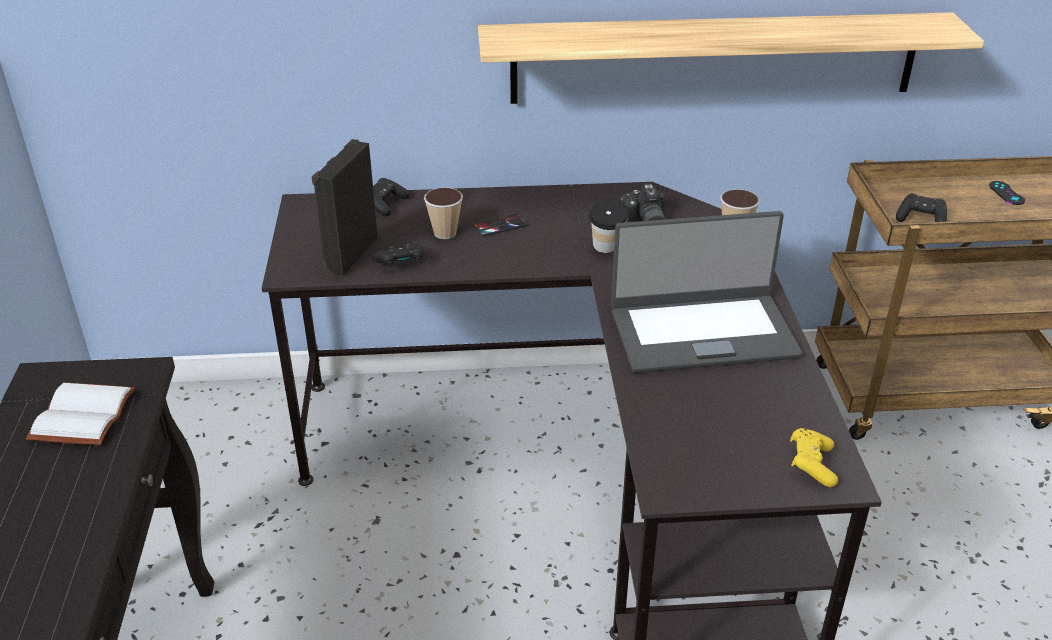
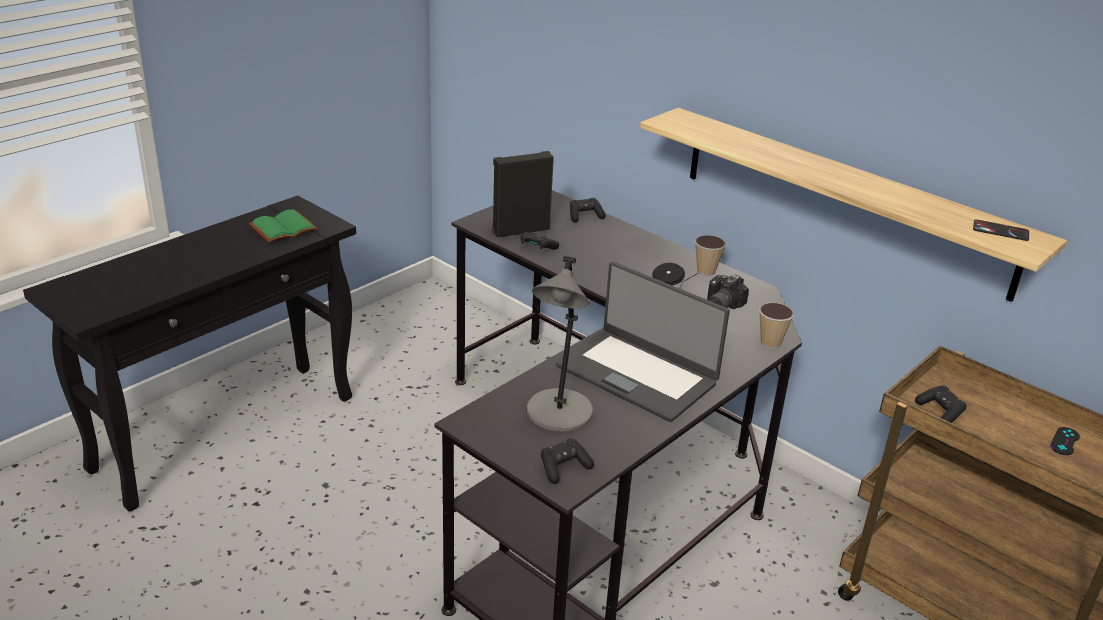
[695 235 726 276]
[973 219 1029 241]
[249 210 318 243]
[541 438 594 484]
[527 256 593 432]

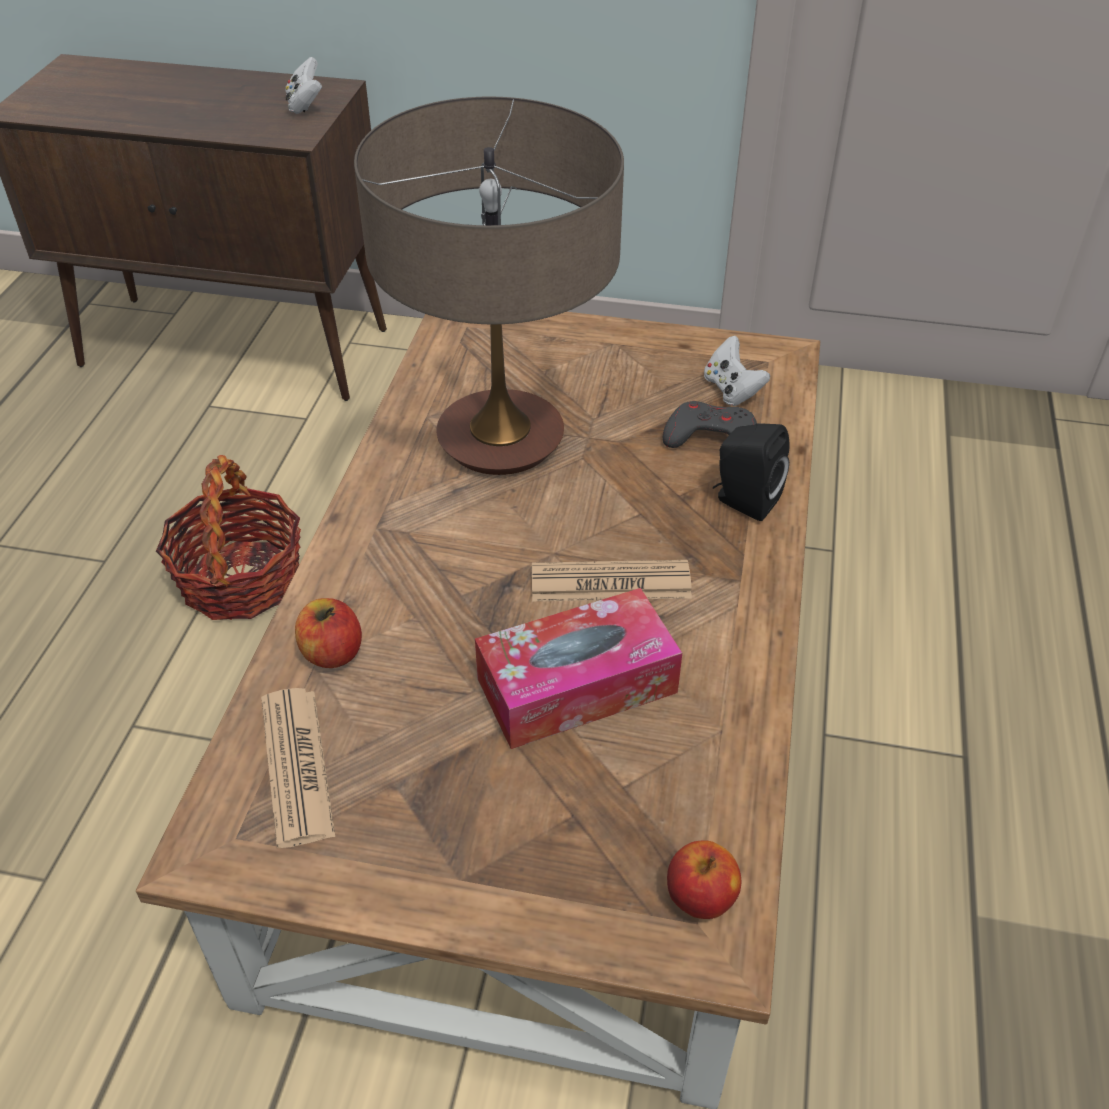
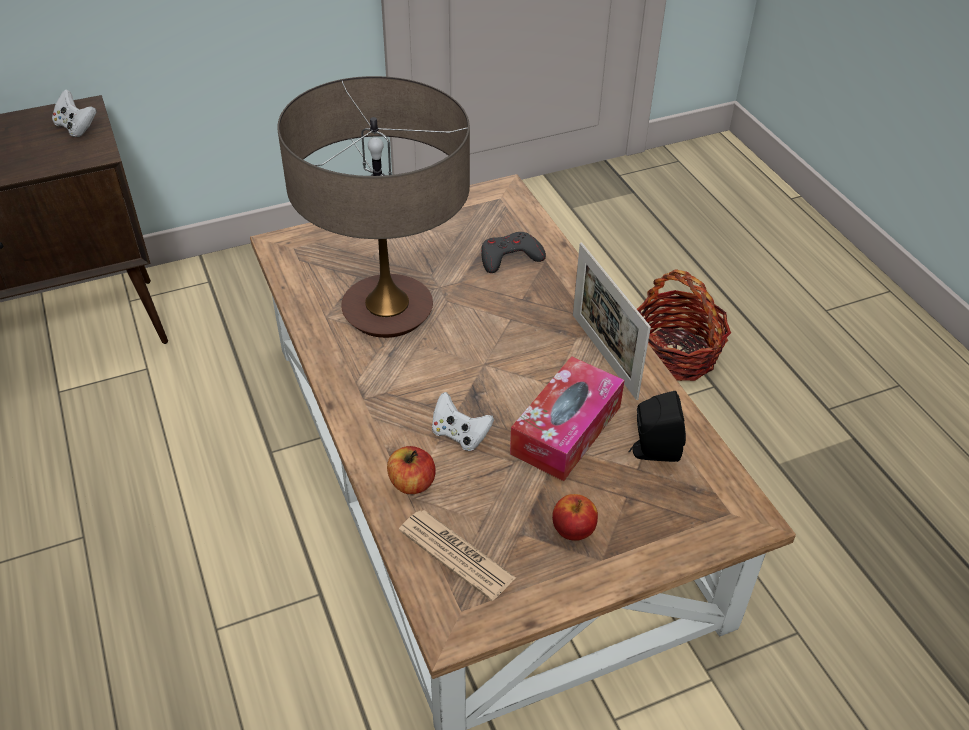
[432 392 494 451]
[628 391 686 462]
[637 269 731 381]
[532 560 692 601] (first image)
[552 494 598 541]
[573 242 651 400]

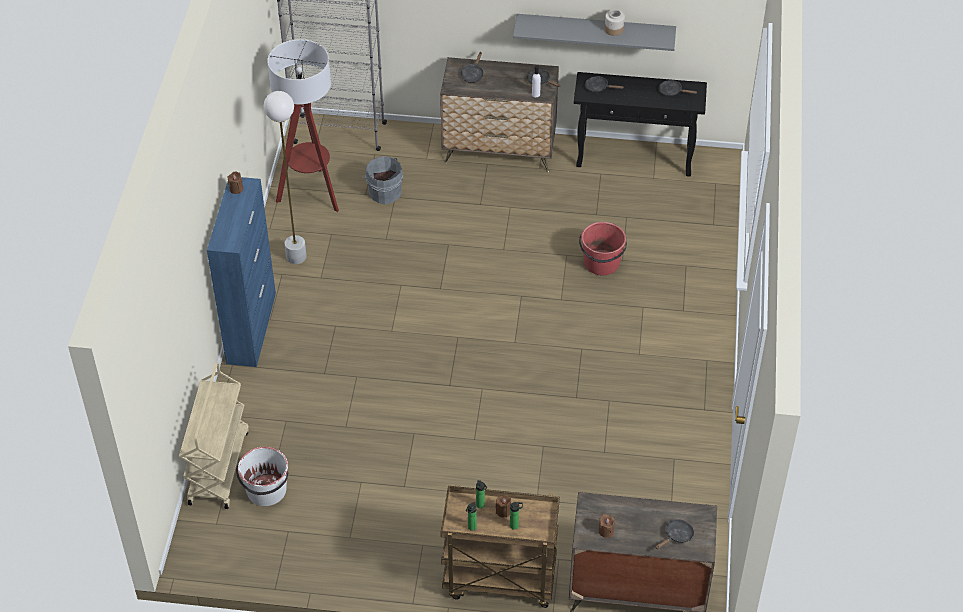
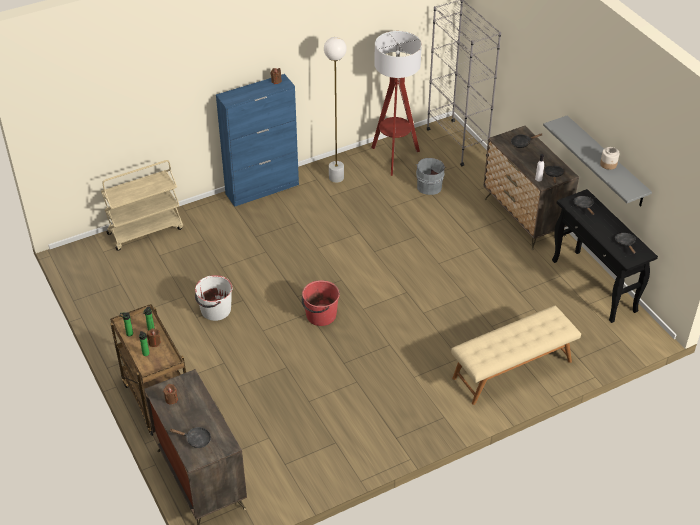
[302 280 340 326]
[195 275 232 321]
[451 306 581 405]

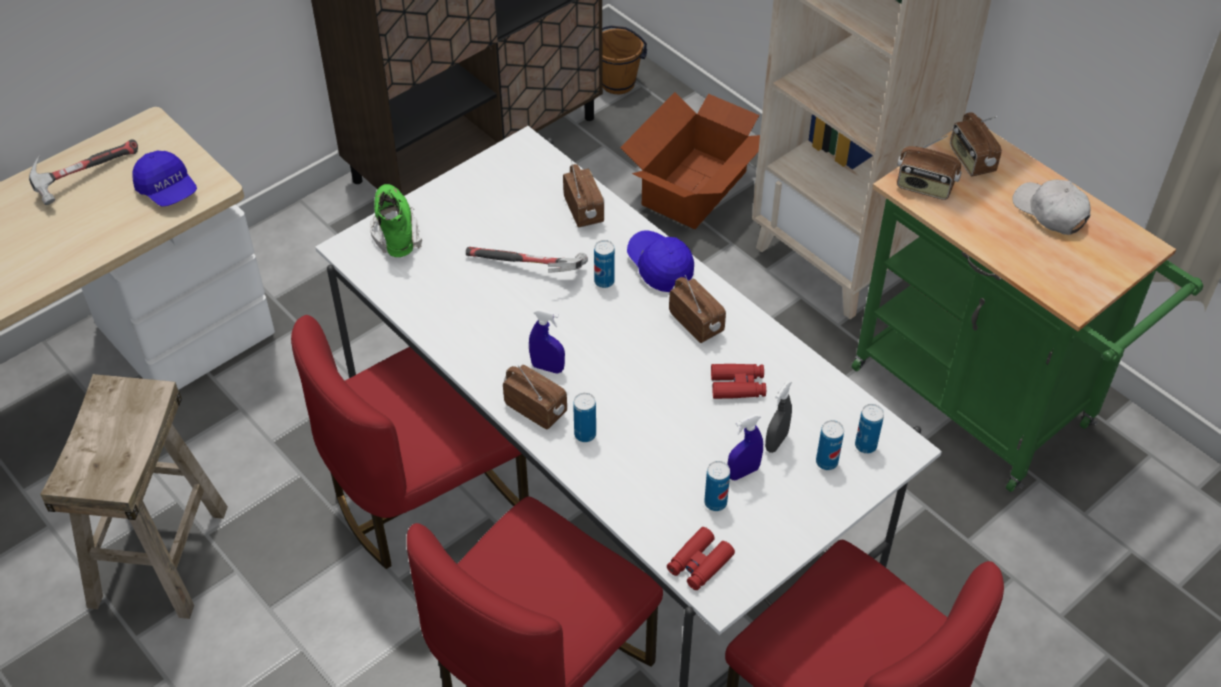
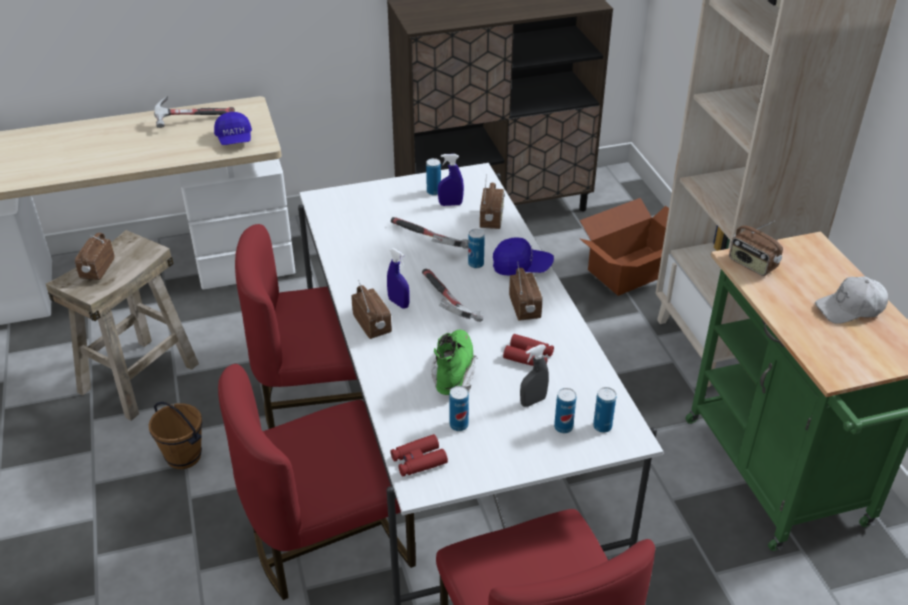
[149 402 202 469]
[75 233 115 280]
[815 276 888 324]
[432 329 477 395]
[493 237 554 275]
[426 158 441 195]
[438 154 464 206]
[422 269 484 322]

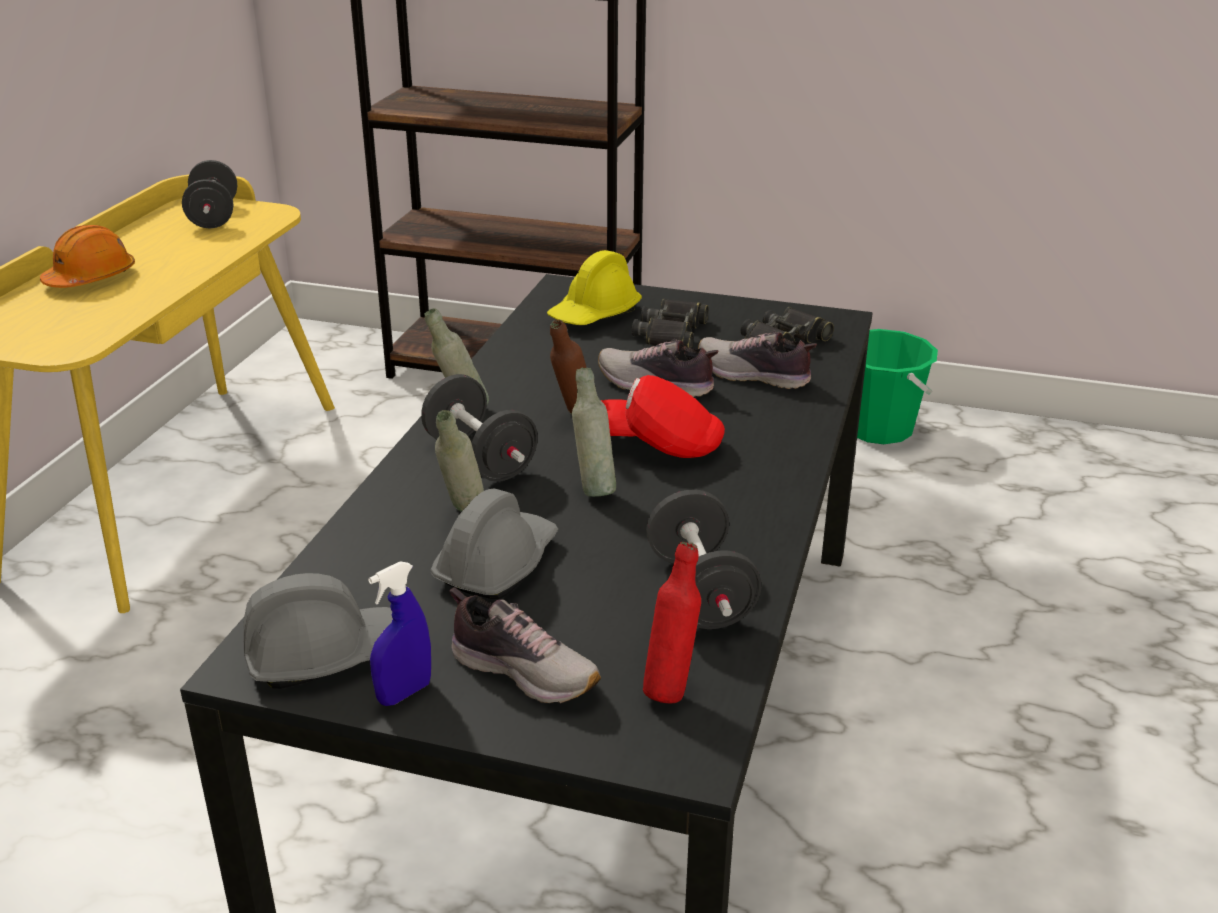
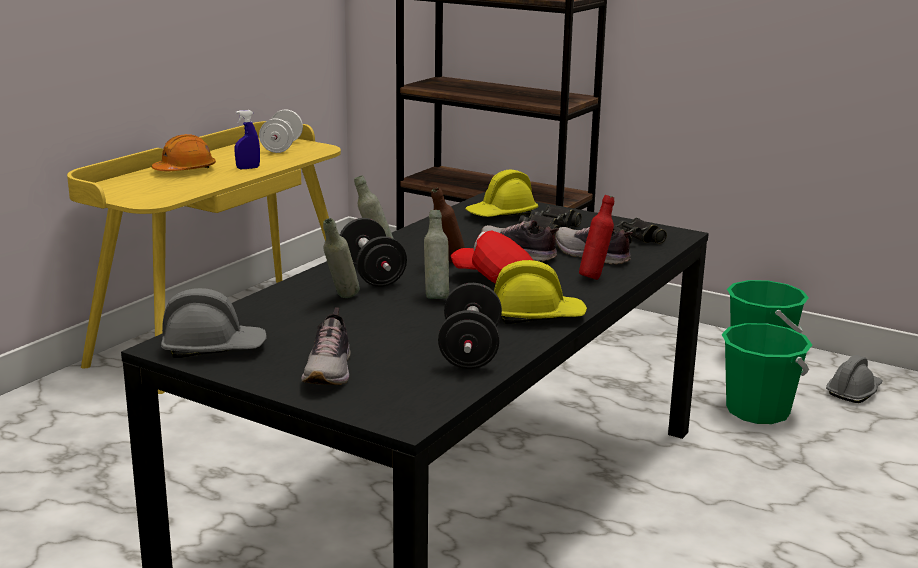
[259 109 303 153]
[826 355 883 403]
[579 195 614 280]
[235 110 260 169]
[301 308 350 385]
[494 260 587 324]
[721 323 812 424]

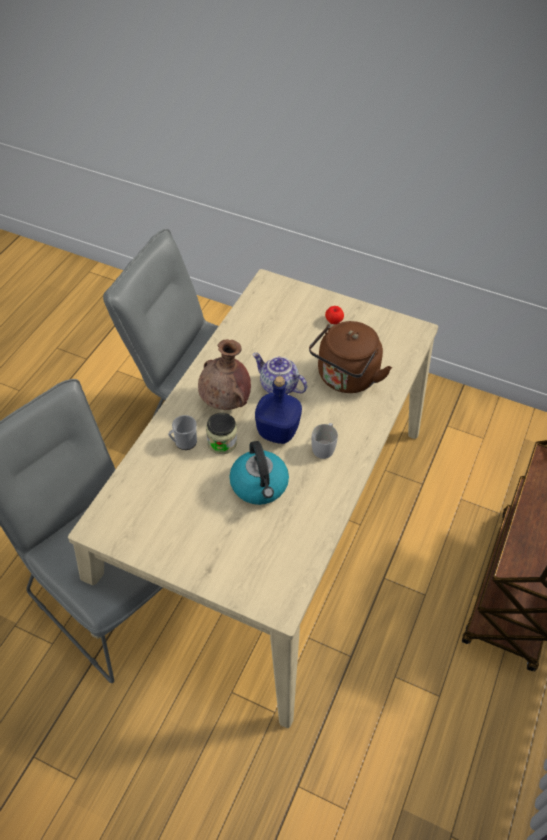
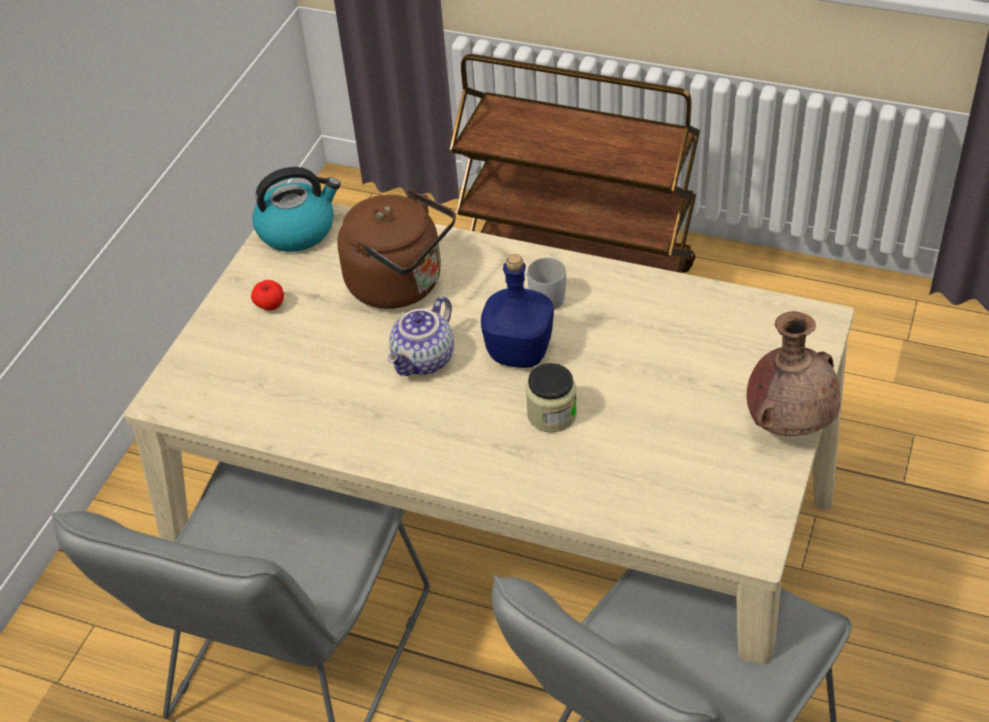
[747 311 841 436]
[168 415 197 450] (first image)
[252 167 341 252]

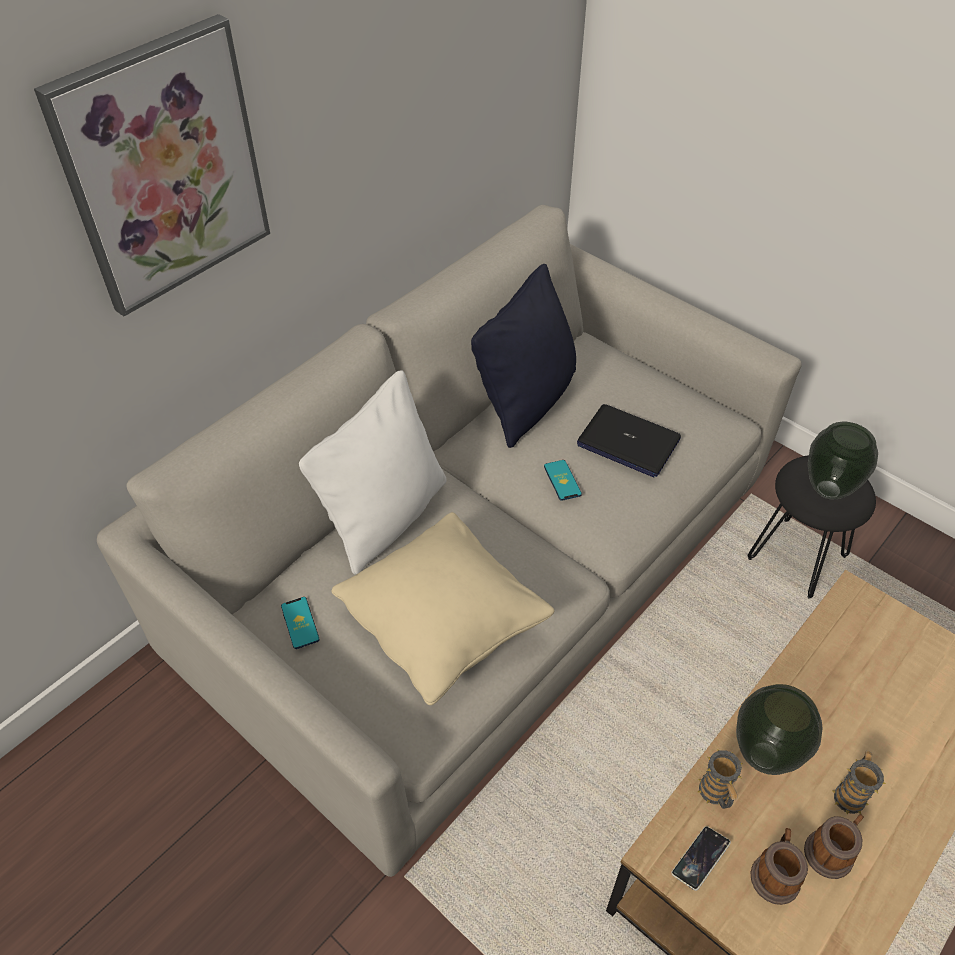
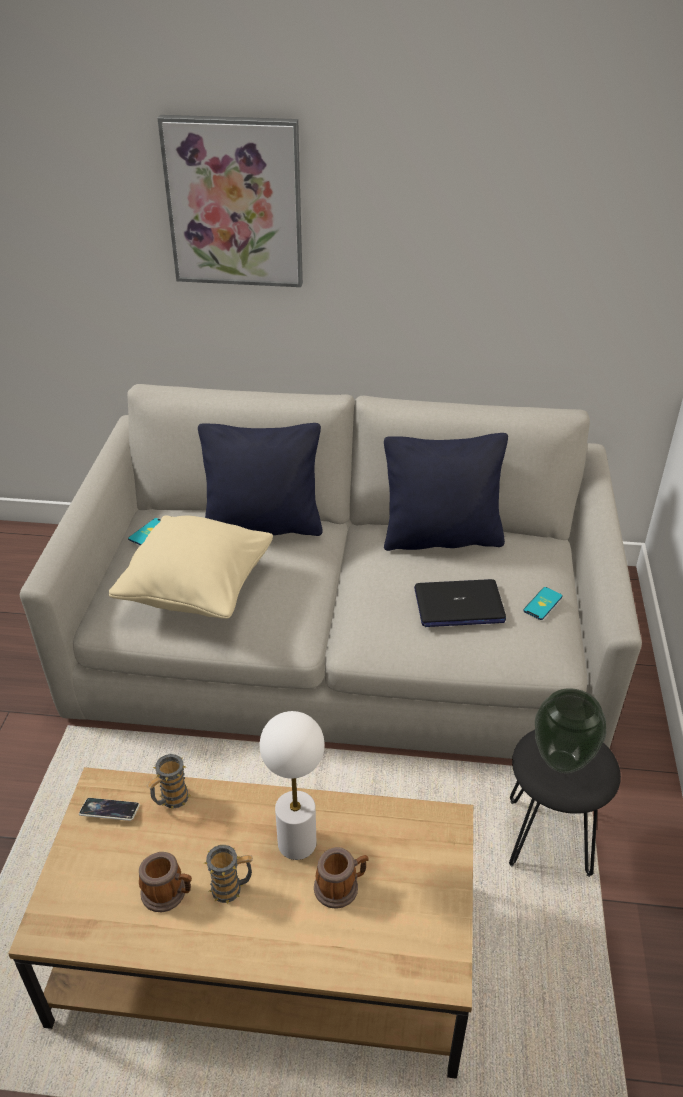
[198 423 323 536]
[414 579 506 627]
[523 587 563 620]
[736 684 823 775] (first image)
[314 847 369 909]
[260 711 325 860]

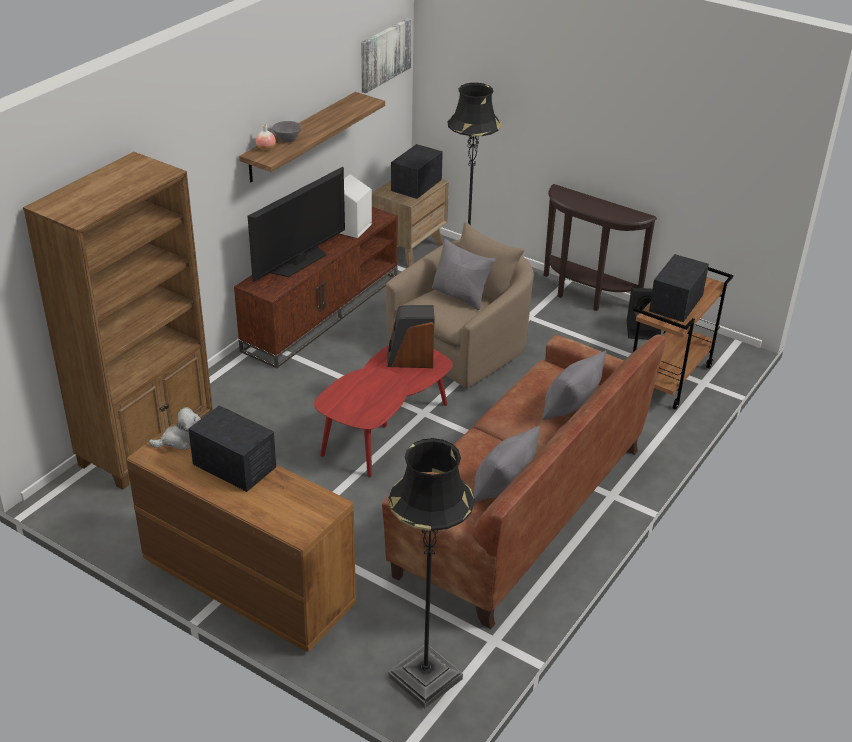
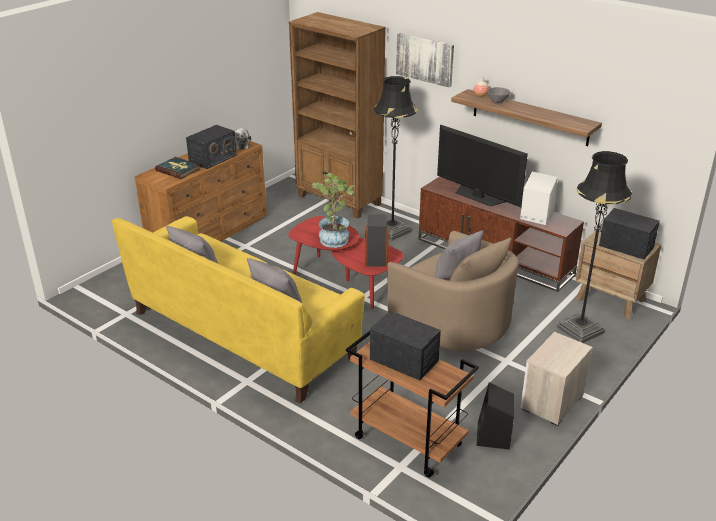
[396 33 454 87]
[521 332 593 426]
[112 216 365 404]
[374 76 418 241]
[155 157 200 179]
[312 173 356 248]

